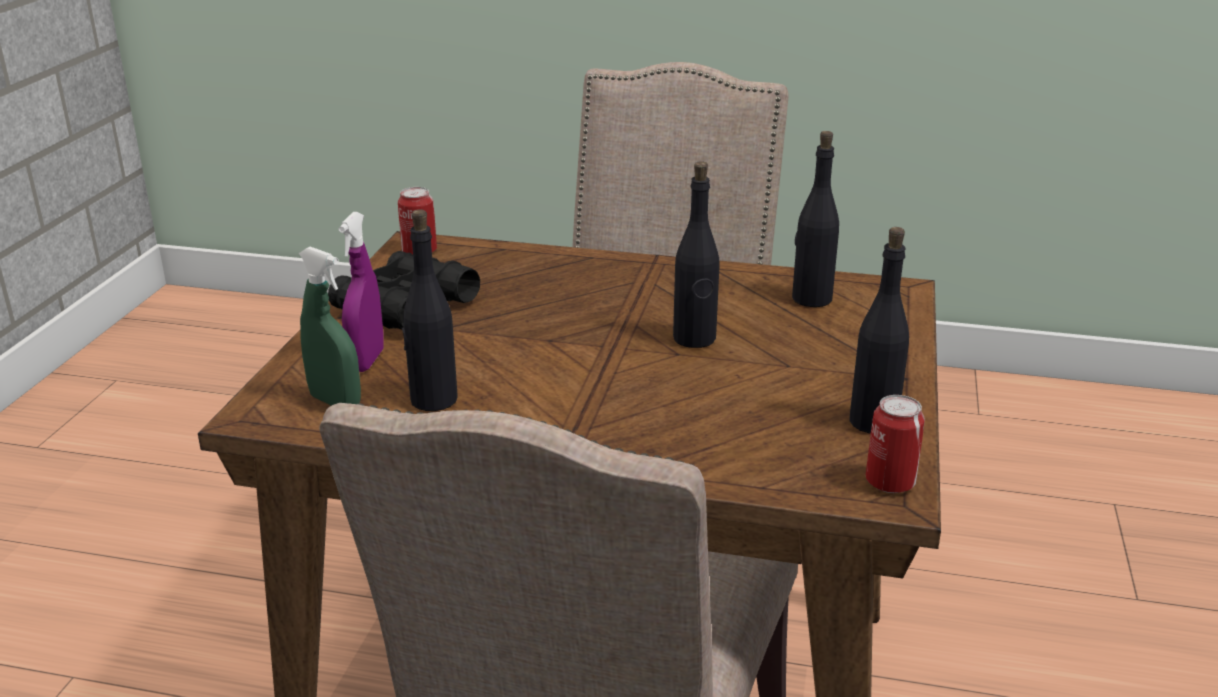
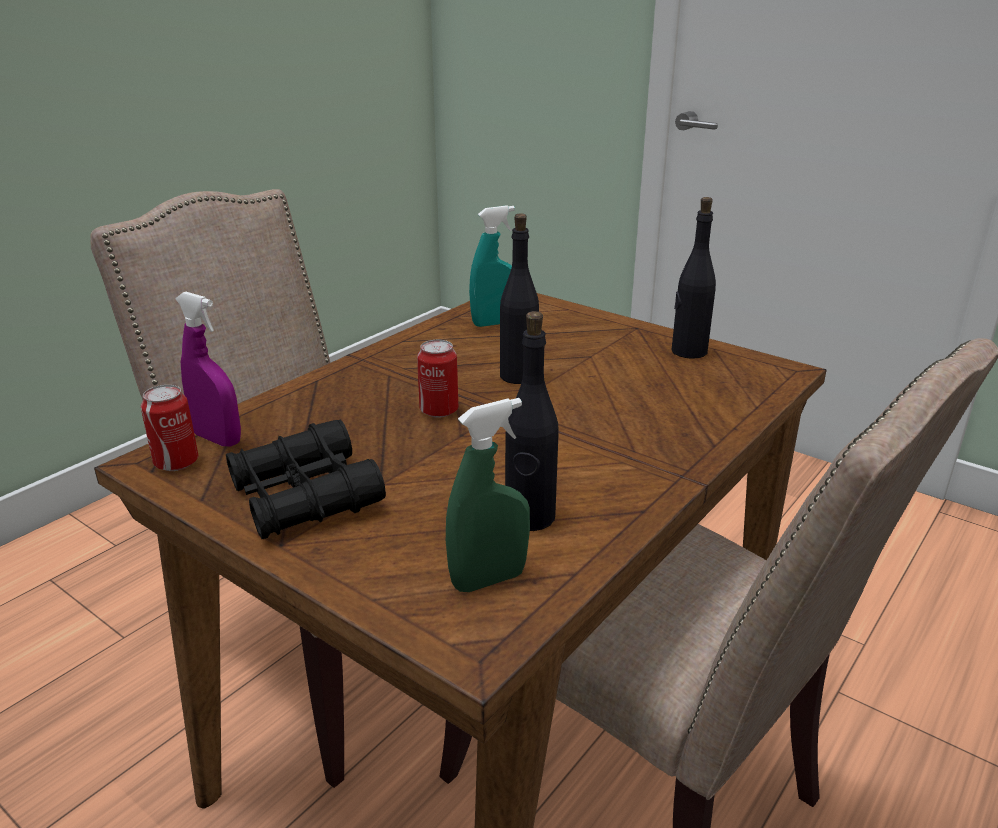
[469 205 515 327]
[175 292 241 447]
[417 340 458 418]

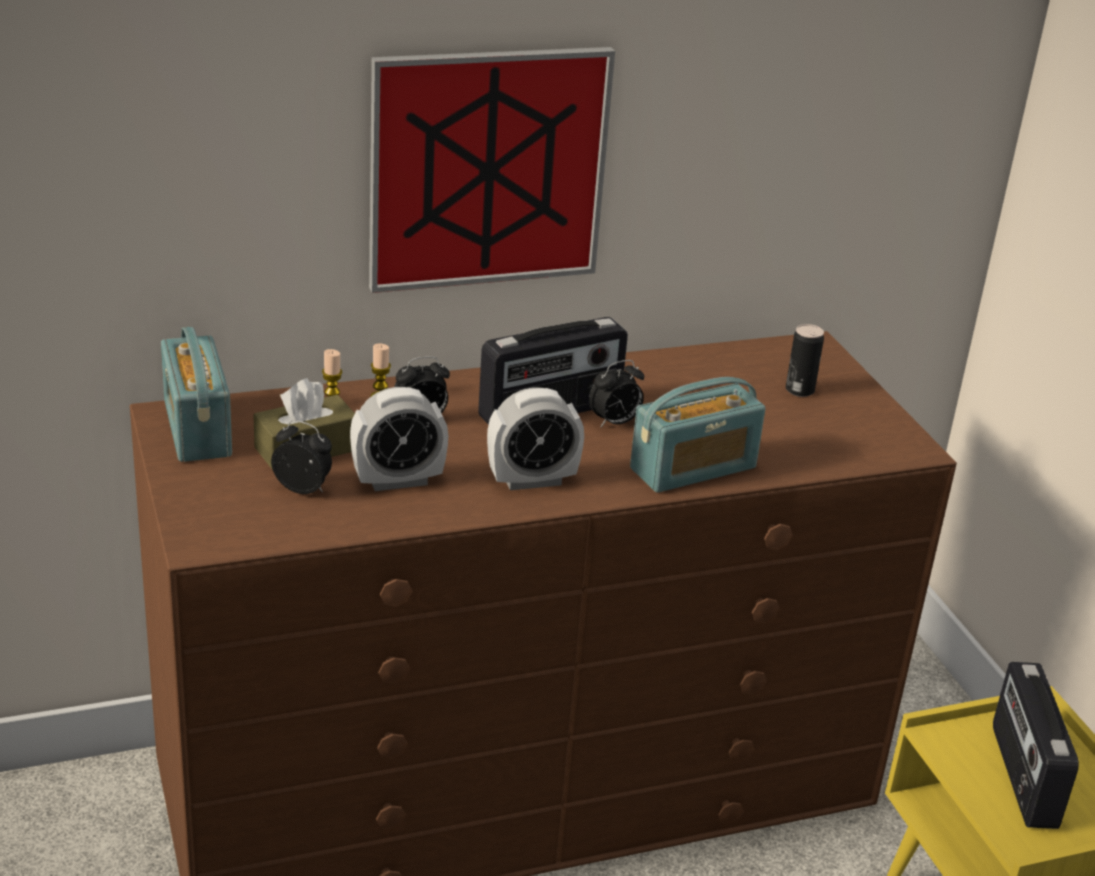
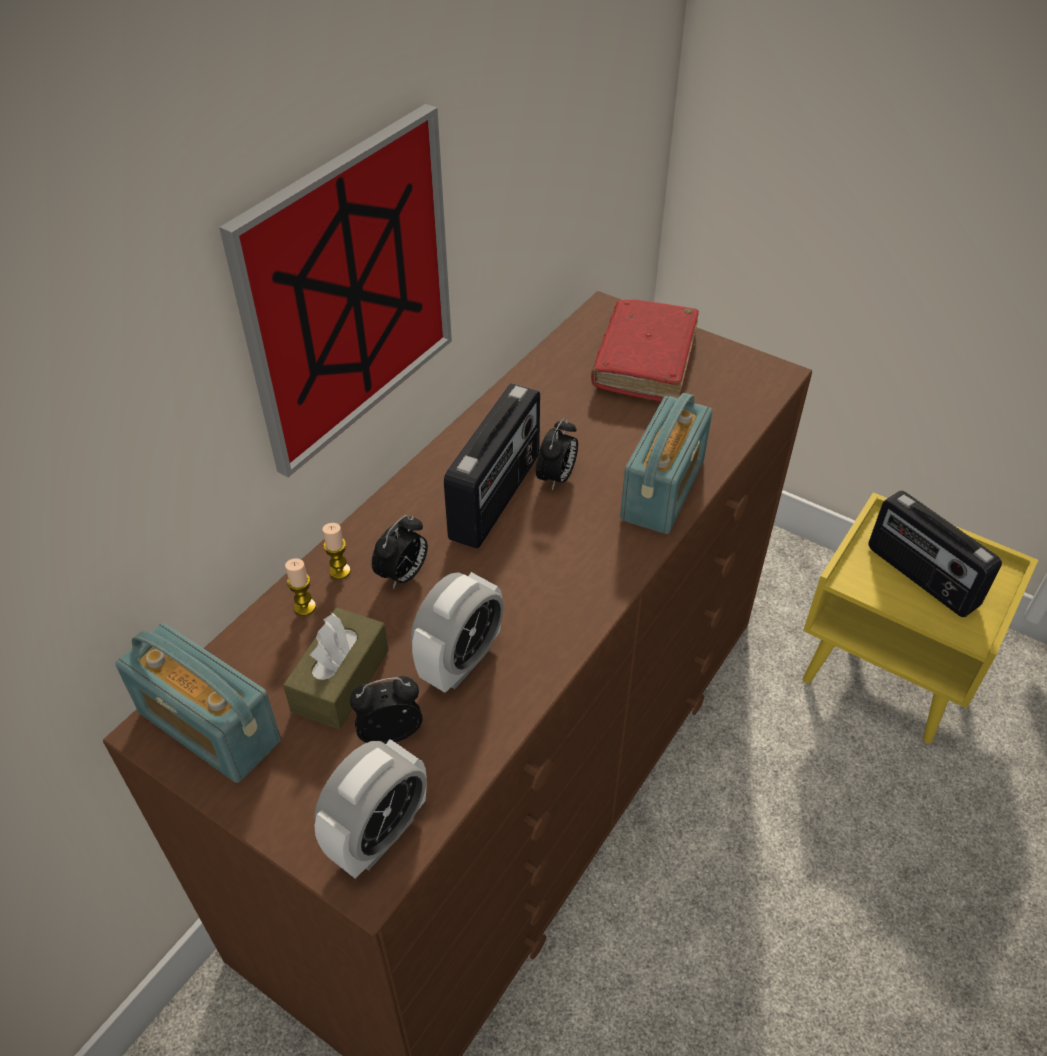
[591 300 699 402]
[314 739 427 878]

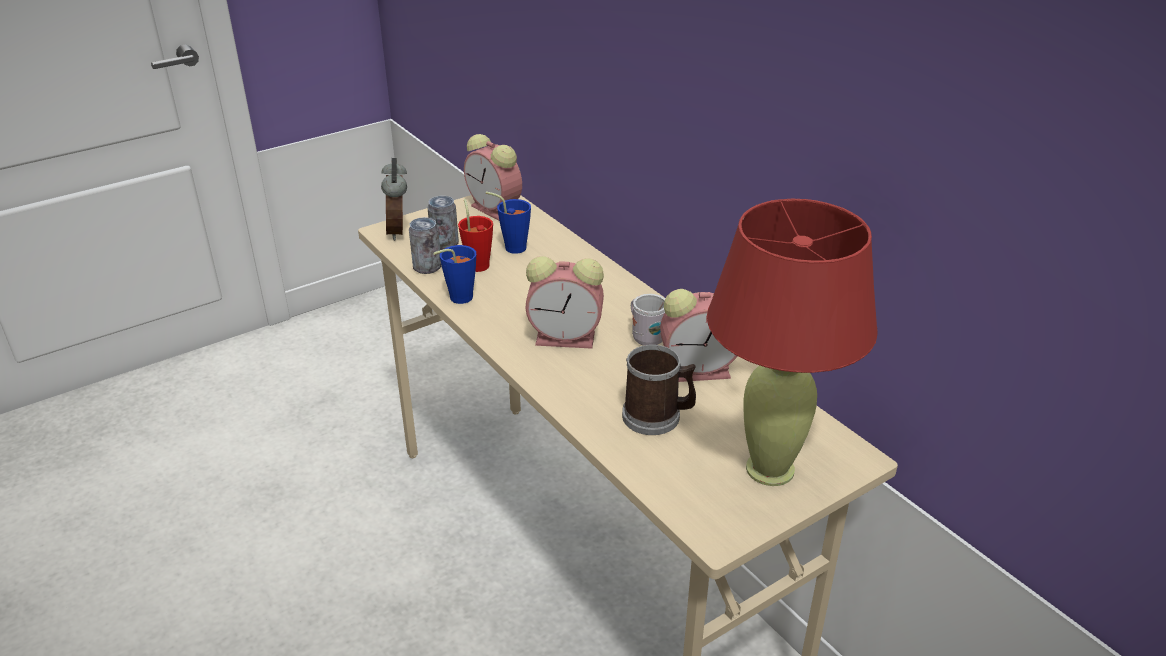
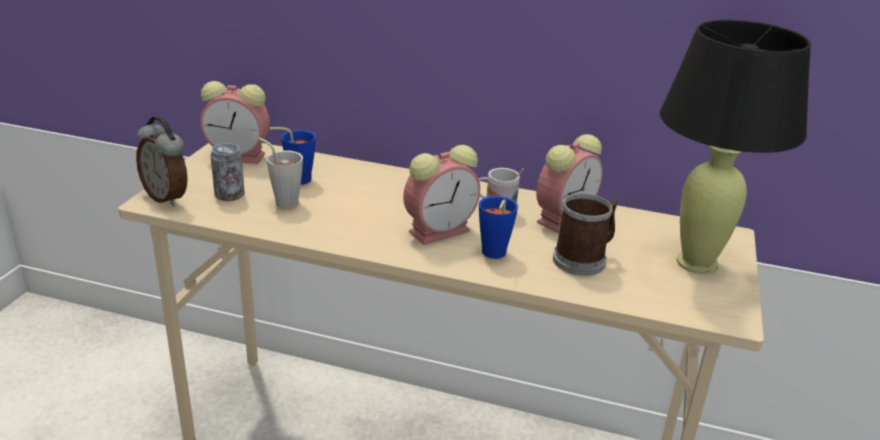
[258 138 303 208]
[660 20 811 274]
[409 217 442 274] (first image)
[479 196 518 259]

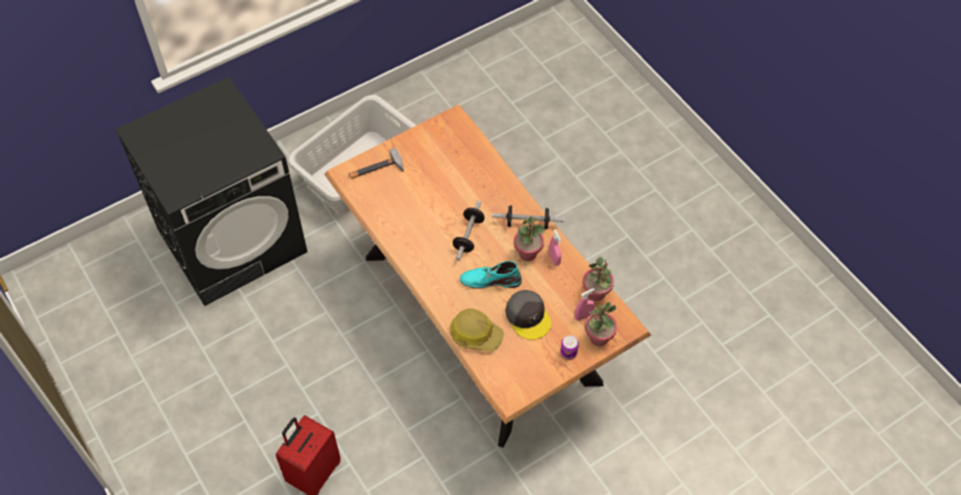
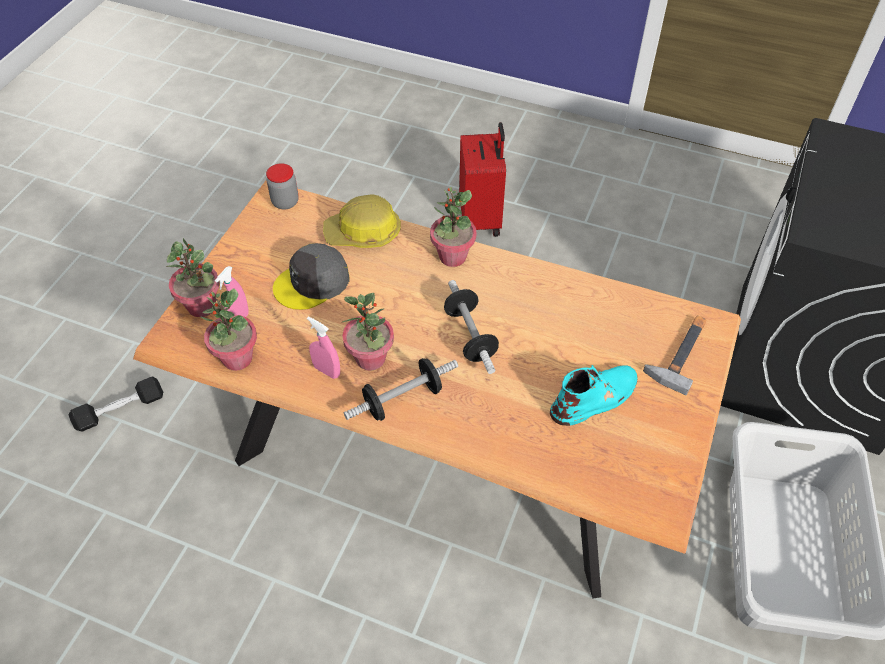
[550 365 638 426]
[273 243 350 310]
[560 335 579 360] (first image)
[266 163 299 210]
[430 187 476 267]
[69 376 163 431]

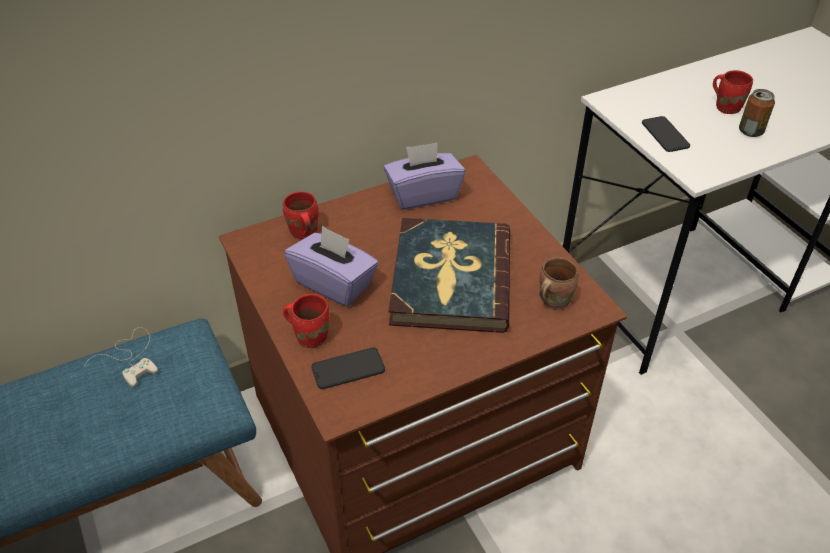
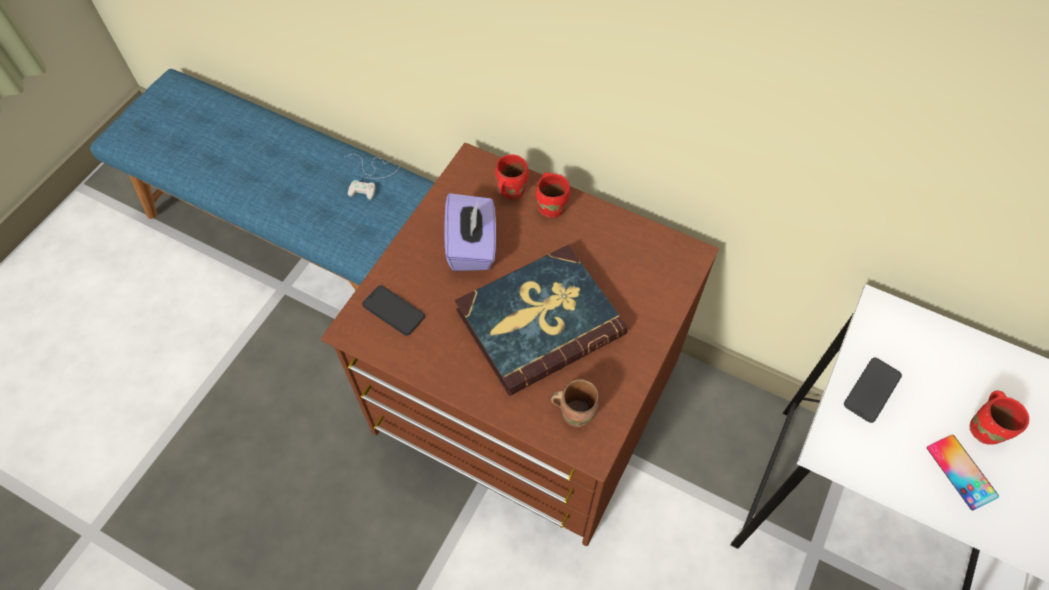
[927 435 999 510]
[384 142 465 210] (first image)
[536 172 570 218]

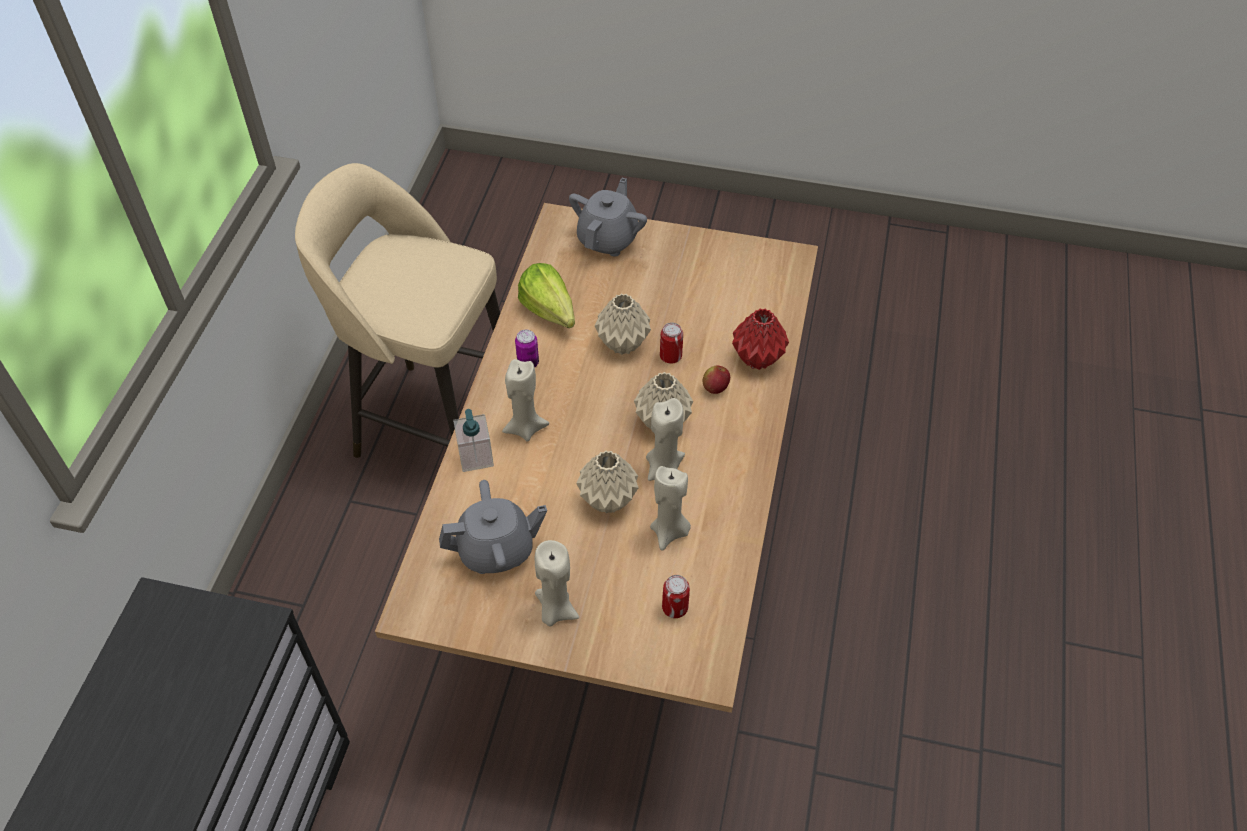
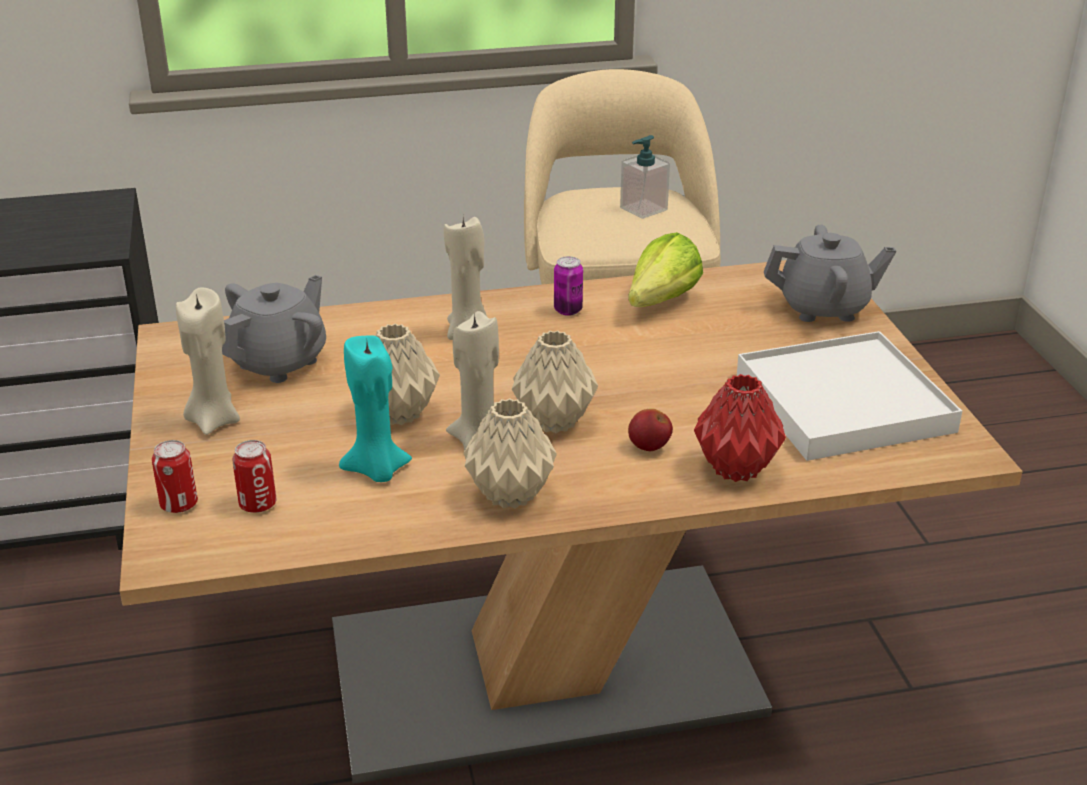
[464 398 557 509]
[152 440 198 513]
[620 135 670 219]
[339 336 412 482]
[222 275 326 383]
[737 331 962 461]

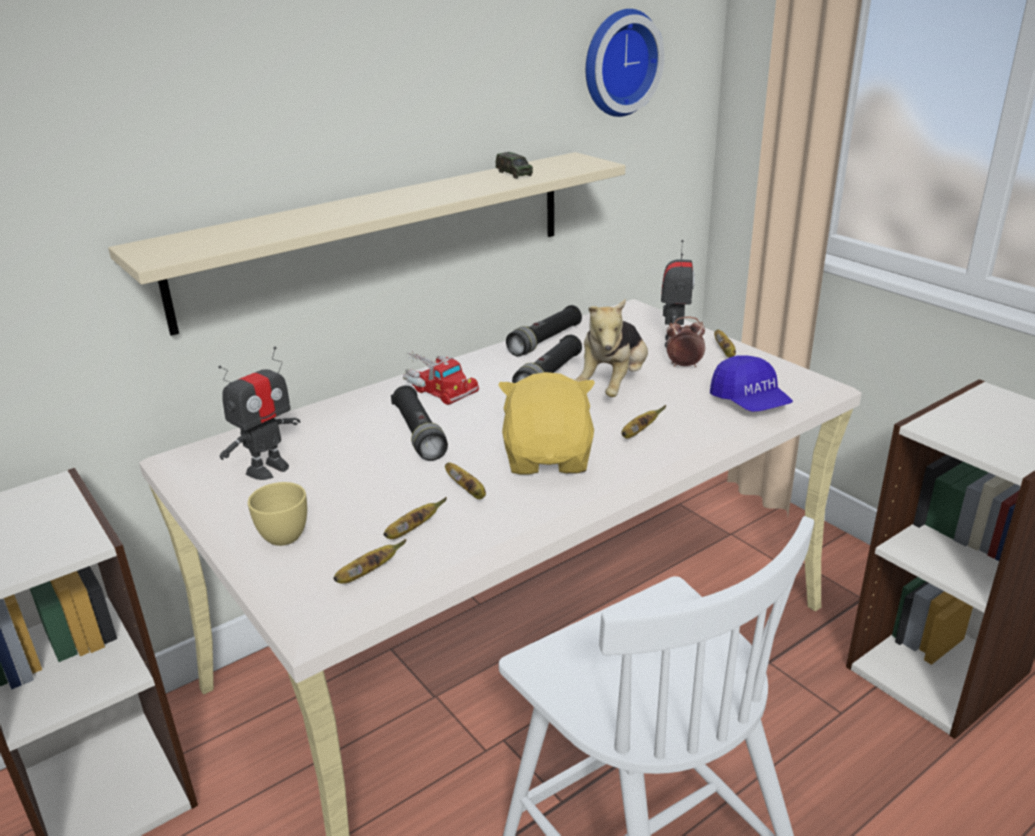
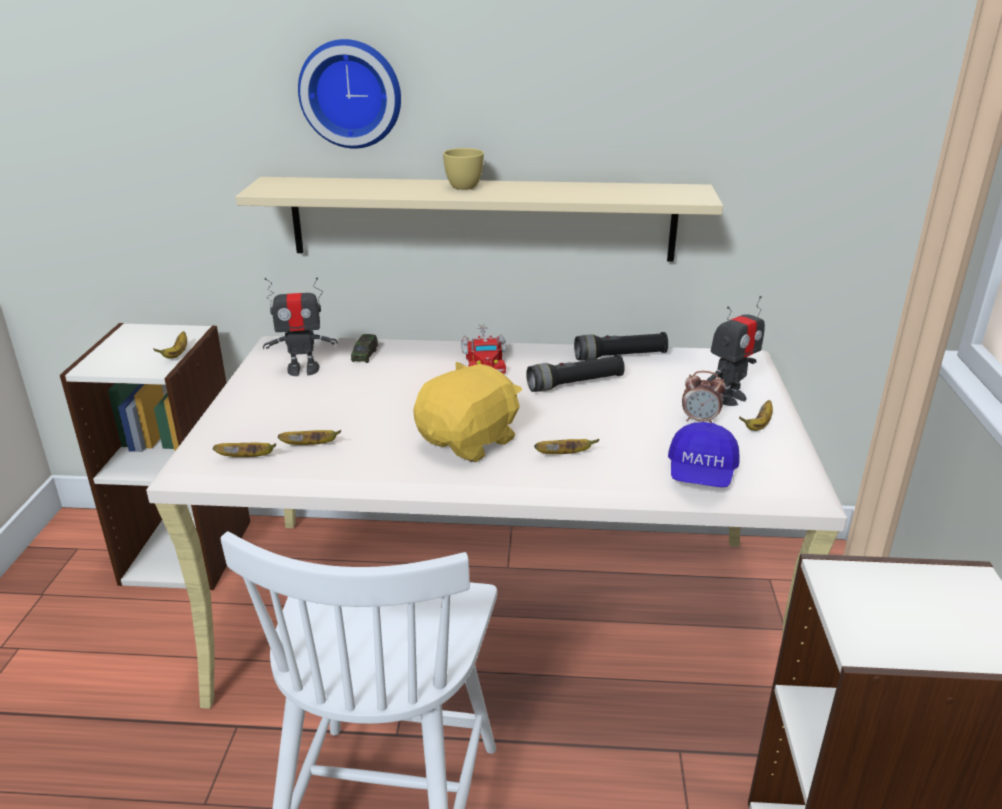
[298 39 401 149]
[351 334 378 363]
[575 299 648 397] (first image)
[682 371 726 423]
[391 385 448 461] (first image)
[153 331 187 359]
[443 148 484 190]

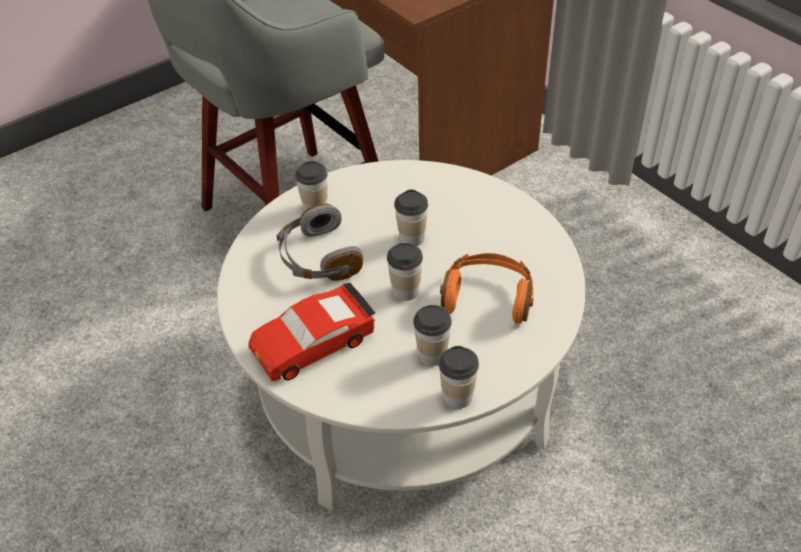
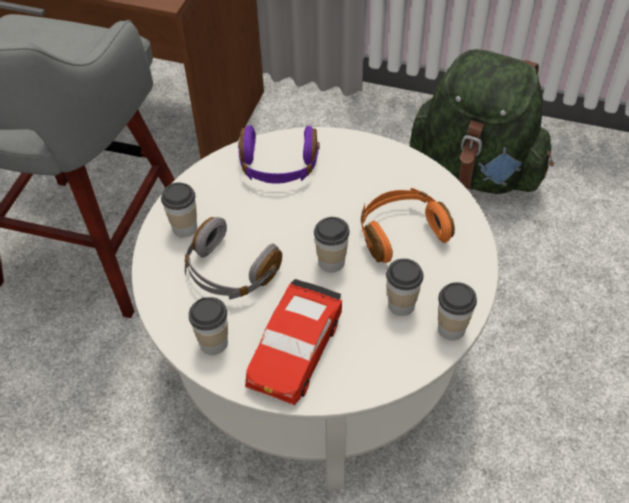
[189 297 228 355]
[410 49 554 194]
[238 125 320 184]

